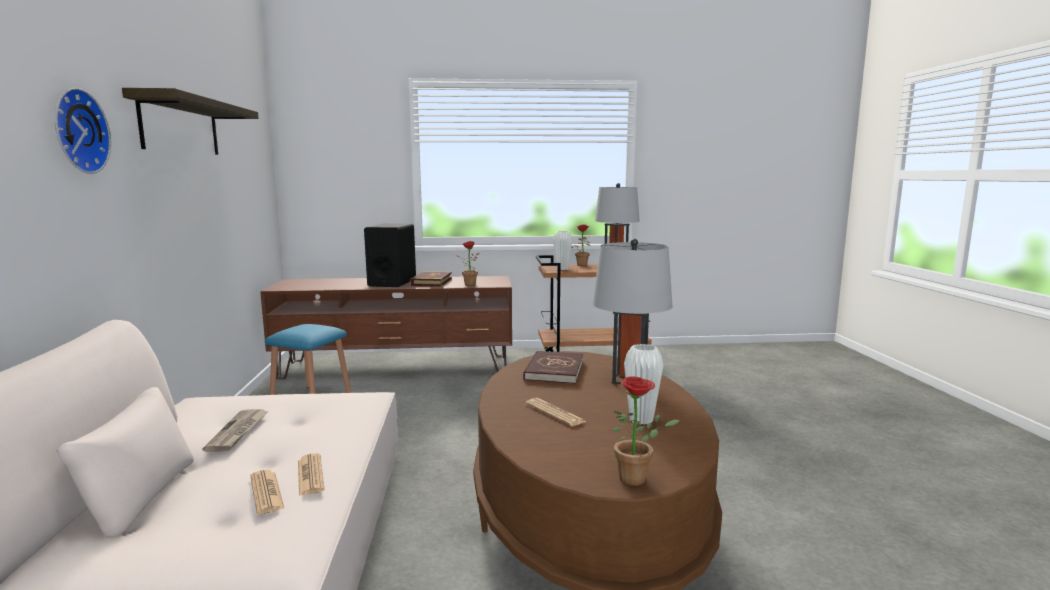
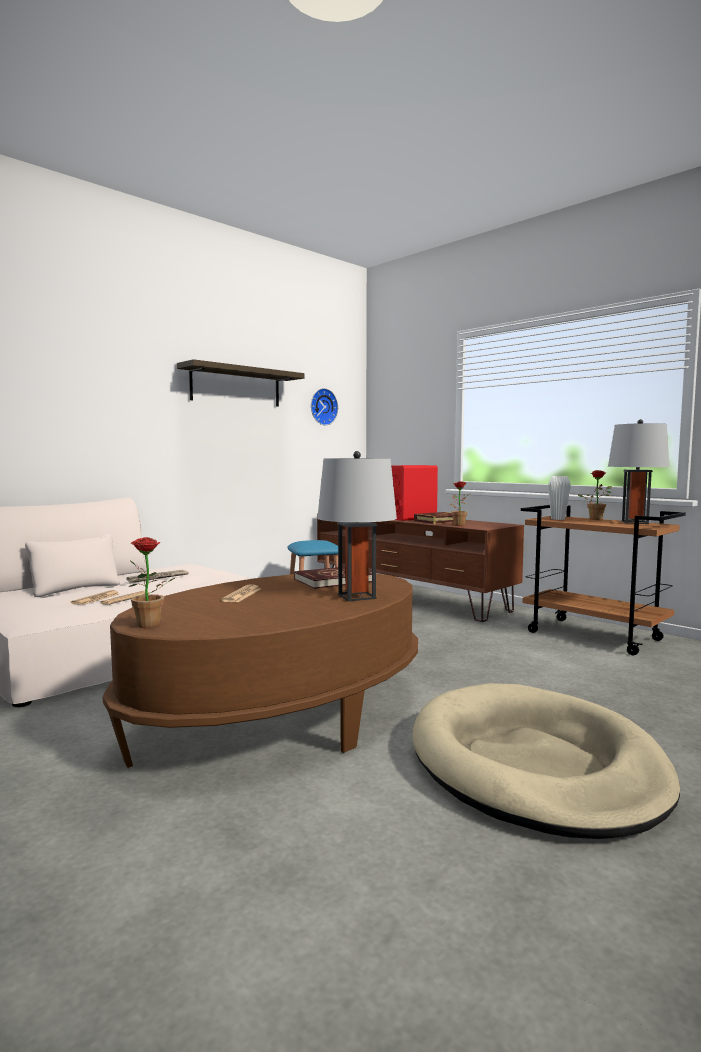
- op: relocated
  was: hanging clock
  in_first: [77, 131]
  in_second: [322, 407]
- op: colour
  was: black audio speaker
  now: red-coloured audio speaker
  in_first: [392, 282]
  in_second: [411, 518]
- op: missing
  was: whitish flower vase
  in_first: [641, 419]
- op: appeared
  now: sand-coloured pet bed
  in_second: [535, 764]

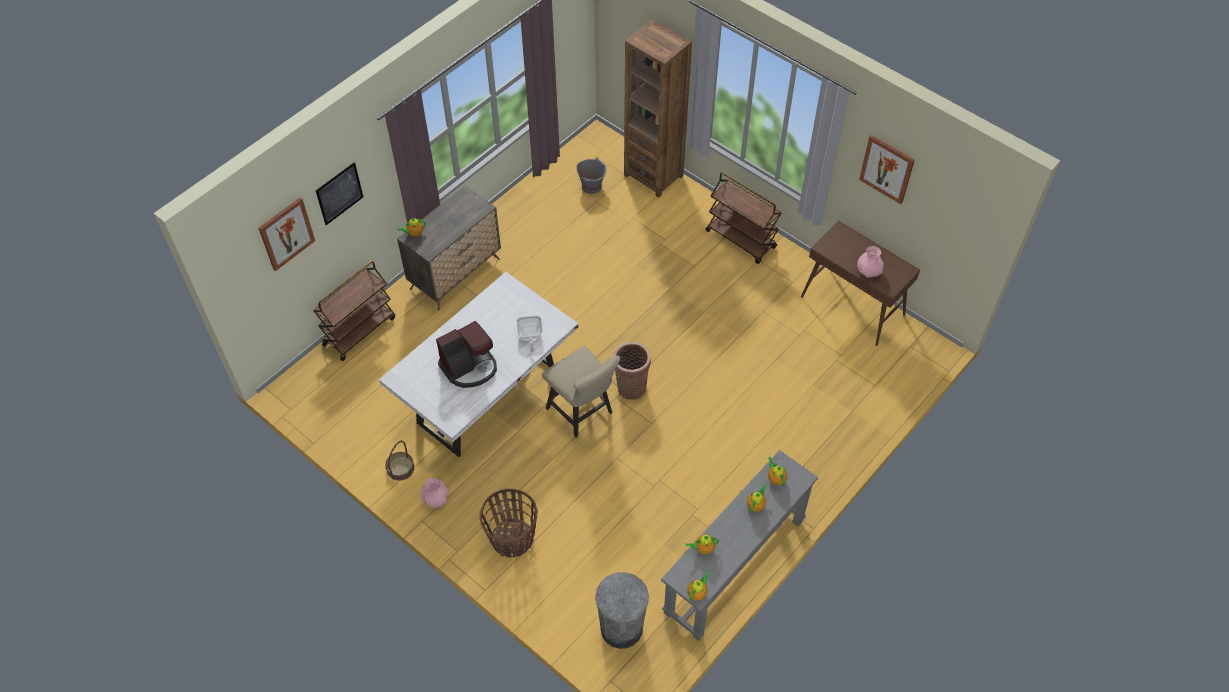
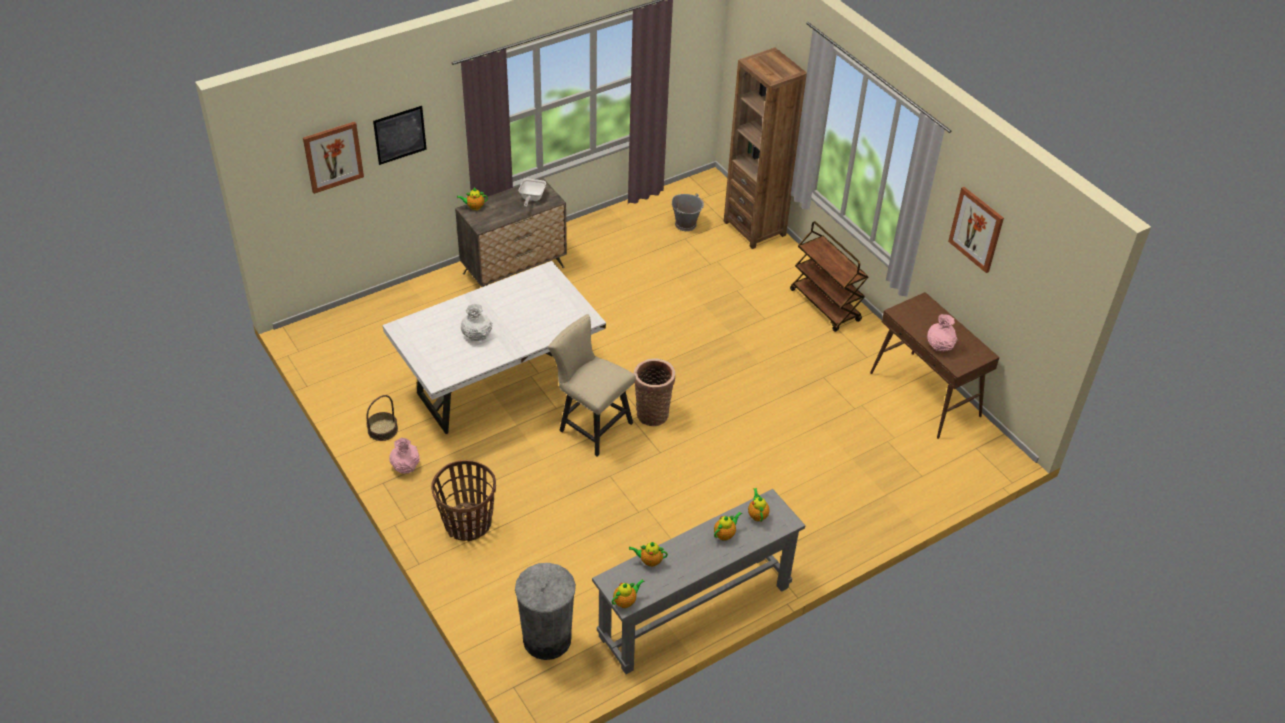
- op: missing
  was: brownish wheeled cart
  in_first: [359, 330]
- op: exchanged
  was: coffee brewer
  now: whitish flower vase
  in_first: [470, 367]
  in_second: [477, 335]
- op: relocated
  was: pan
  in_first: [530, 336]
  in_second: [531, 198]
- op: spun
  was: sand-coloured plain chair
  in_first: [583, 413]
  in_second: [591, 425]
  clockwise: 150

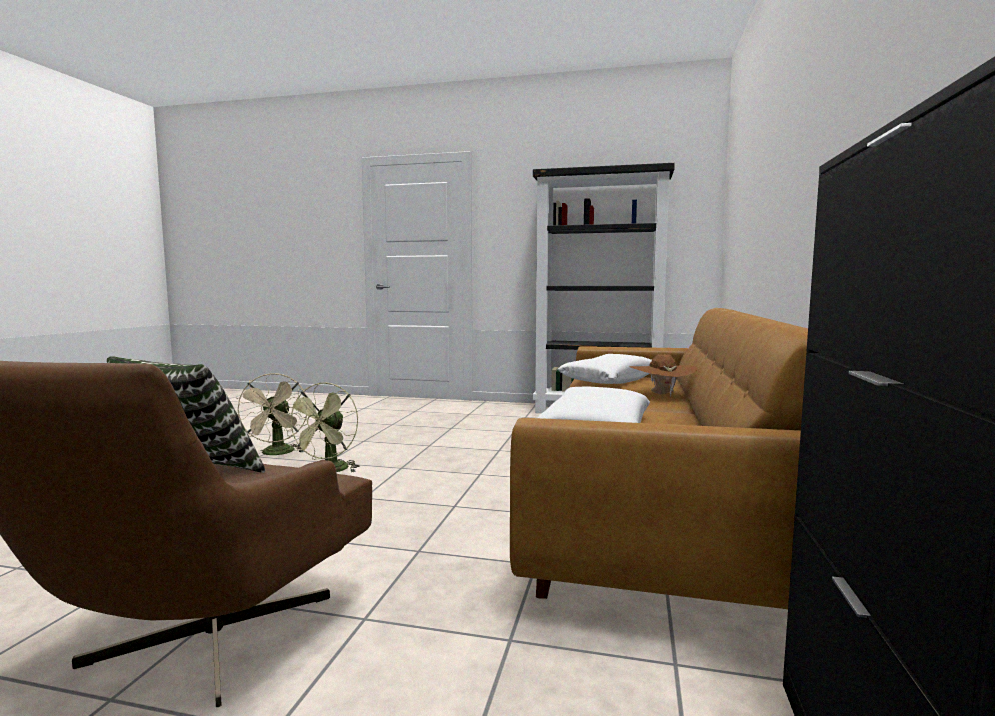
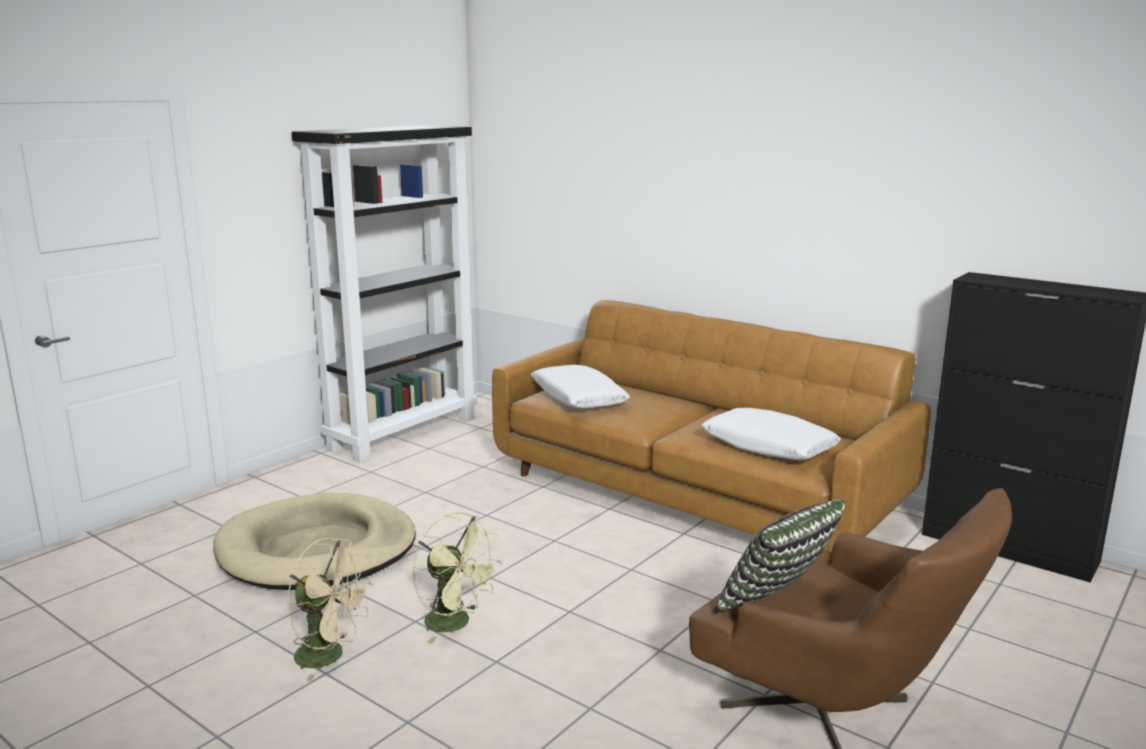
- op: missing
  was: brownish clothing hat
  in_first: [662, 394]
- op: appeared
  now: sand-coloured pet bed
  in_second: [317, 550]

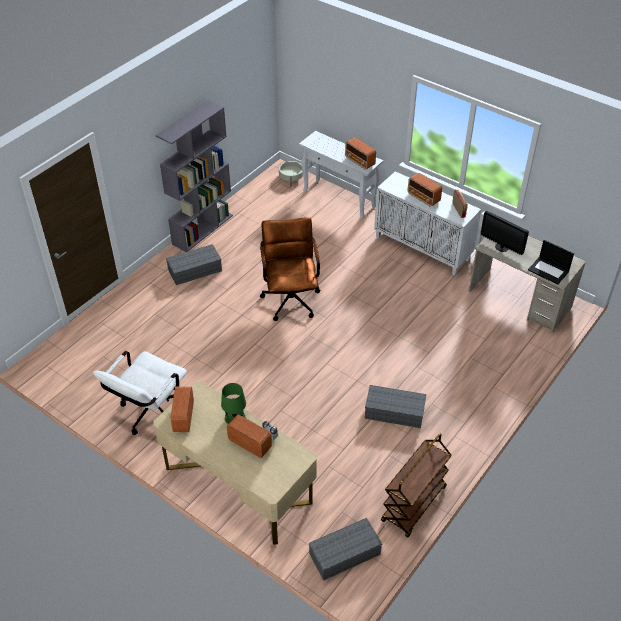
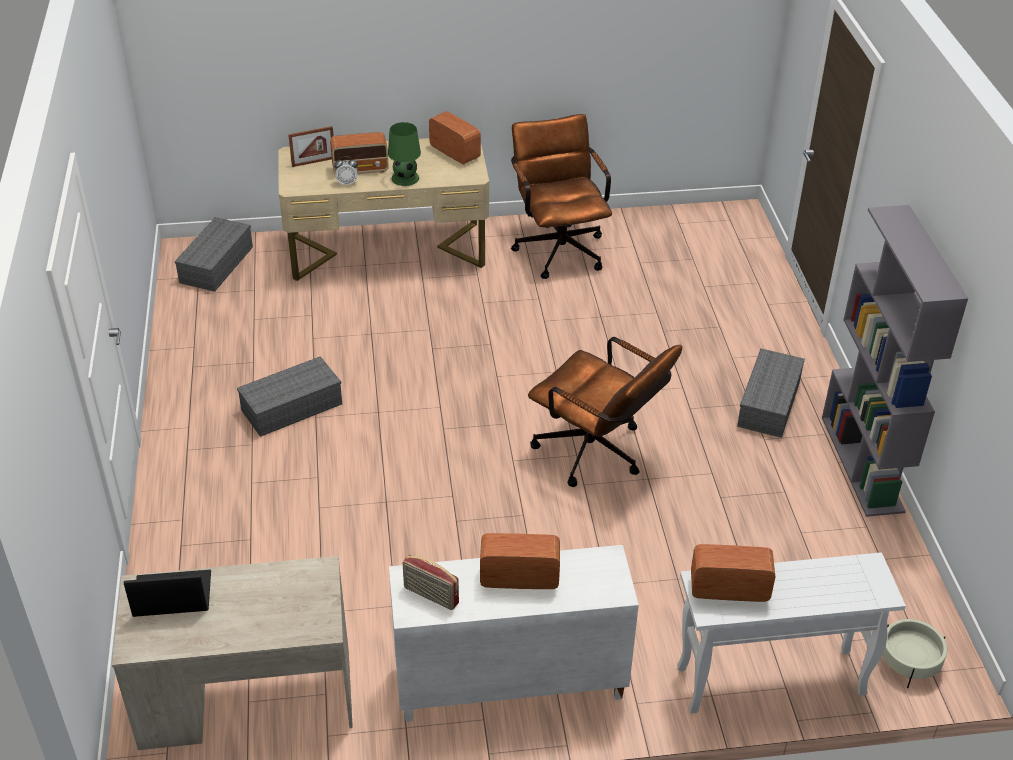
- op: colour
  was: whitish desk chair
  now: brownish desk chair
  in_first: [150, 415]
  in_second: [558, 247]
- op: missing
  was: brownish wheeled cart
  in_first: [414, 505]
- op: missing
  was: computer display
  in_first: [501, 247]
- op: appeared
  now: photo frame
  in_second: [313, 162]

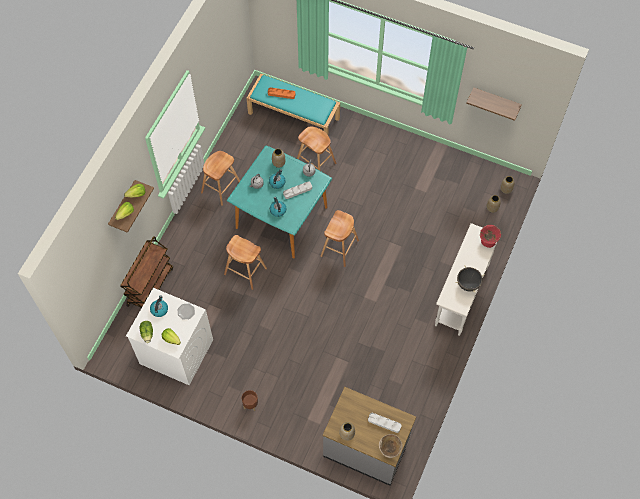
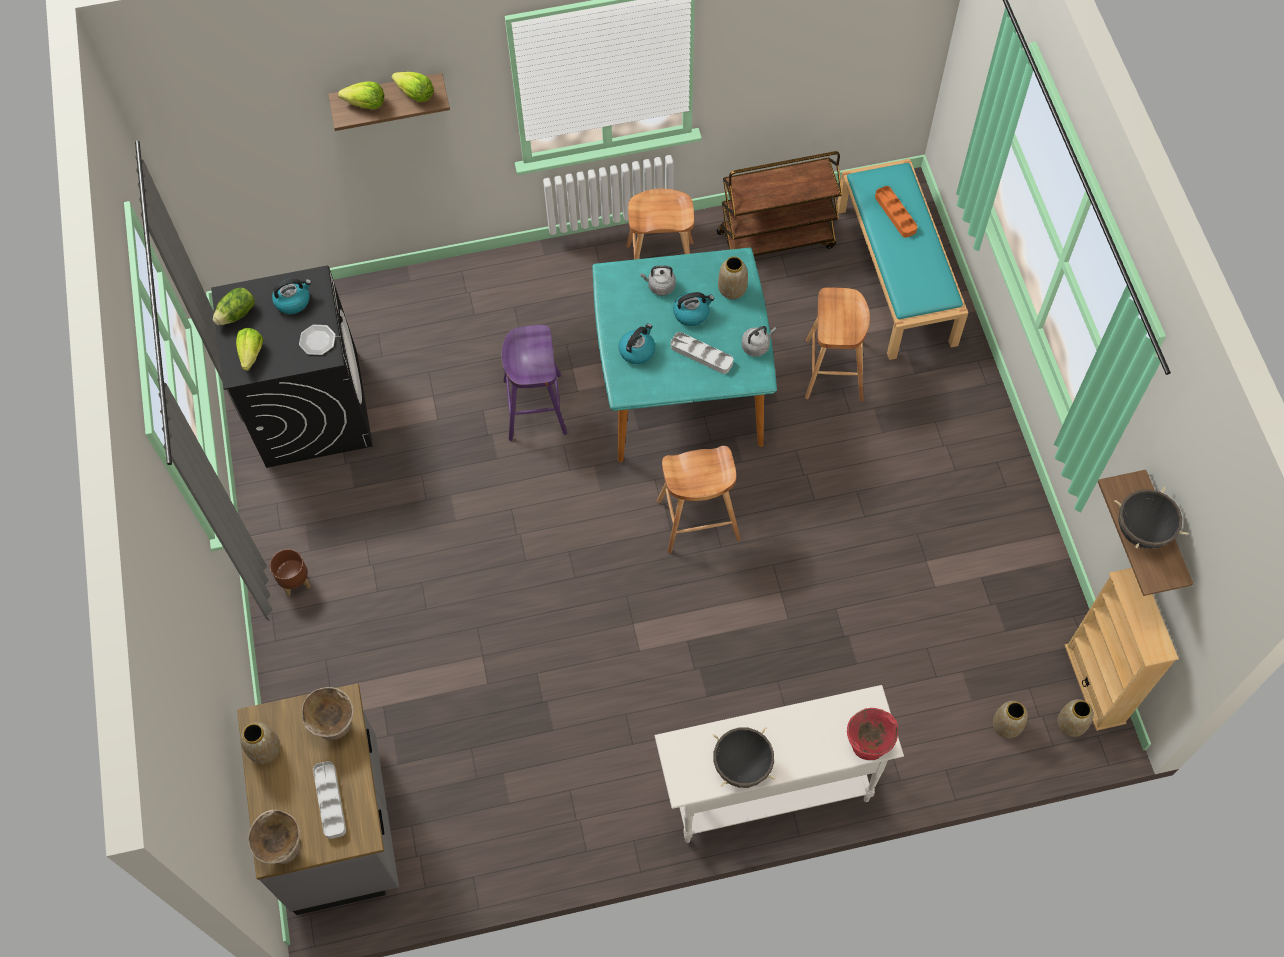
- op: relocated
  was: brownish wheeled cart
  in_first: [150, 286]
  in_second: [776, 239]
- op: colour
  was: whitish washing machine
  now: black washing machine
  in_first: [176, 351]
  in_second: [312, 408]
- op: colour
  was: brownish stool
  now: purplish stool
  in_first: [245, 271]
  in_second: [535, 407]
- op: appeared
  now: sand-coloured serving bowl
  in_second: [333, 723]
- op: appeared
  now: sand-coloured shelving unit
  in_second: [1095, 684]
- op: appeared
  now: black saucepot
  in_second: [1141, 531]

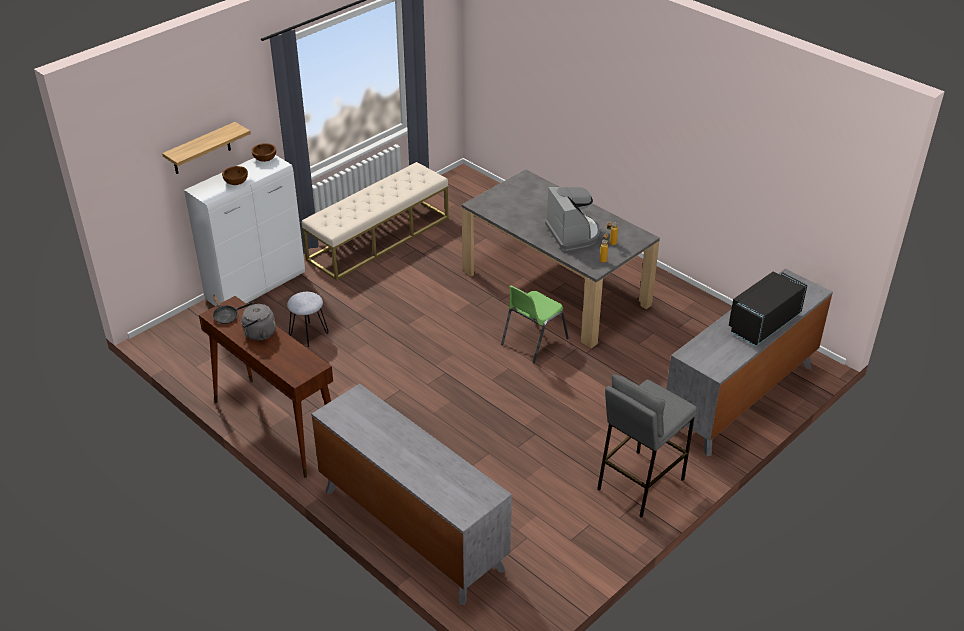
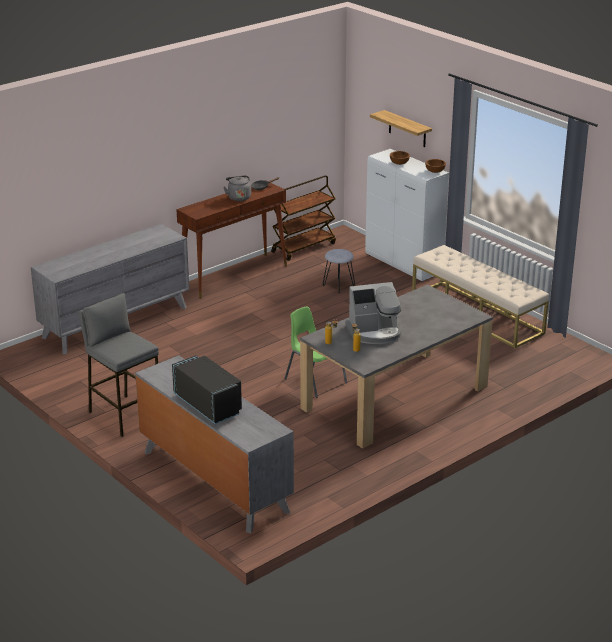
- op: appeared
  now: brownish wheeled cart
  in_second: [303, 247]

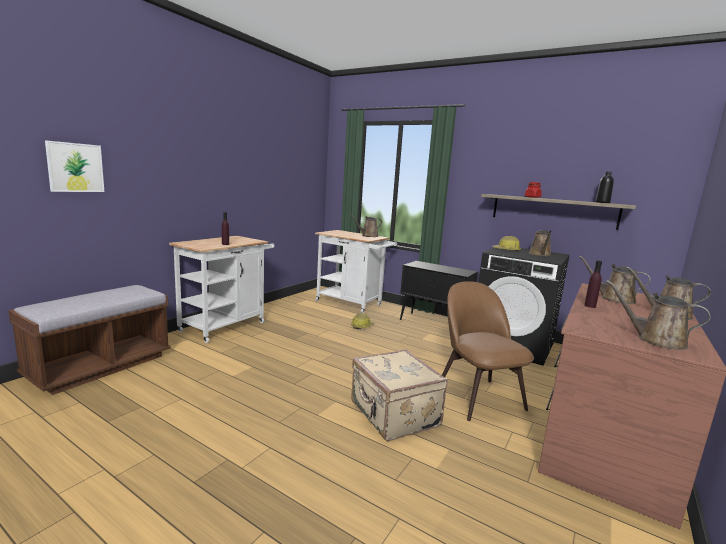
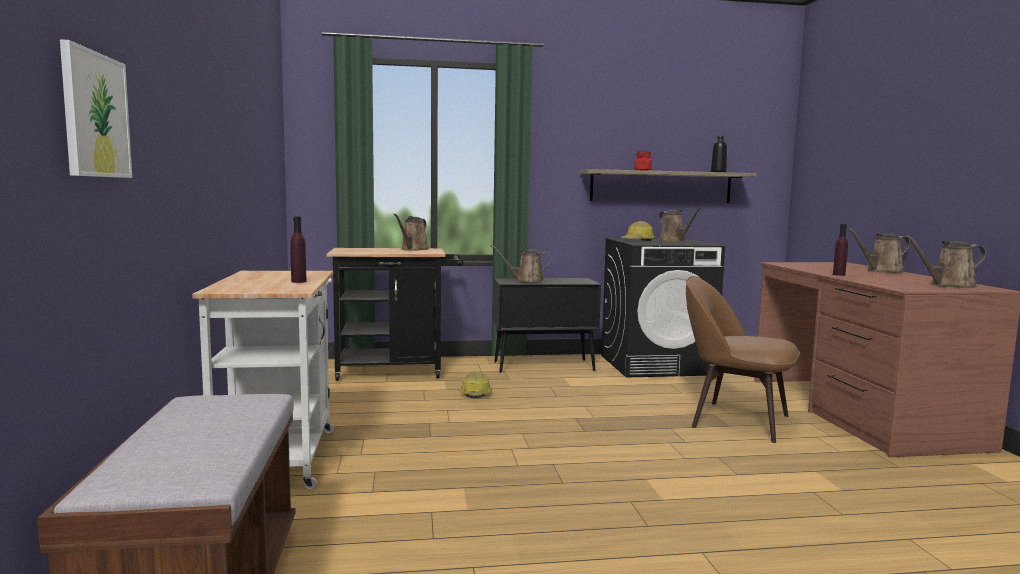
- op: colour
  was: whitish wheeled cart
  now: black wheeled cart
  in_first: [352, 303]
  in_second: [397, 371]
- op: missing
  was: sand-coloured piece of luggage
  in_first: [393, 415]
- op: relocated
  was: brownish watering pot
  in_first: [613, 299]
  in_second: [526, 281]

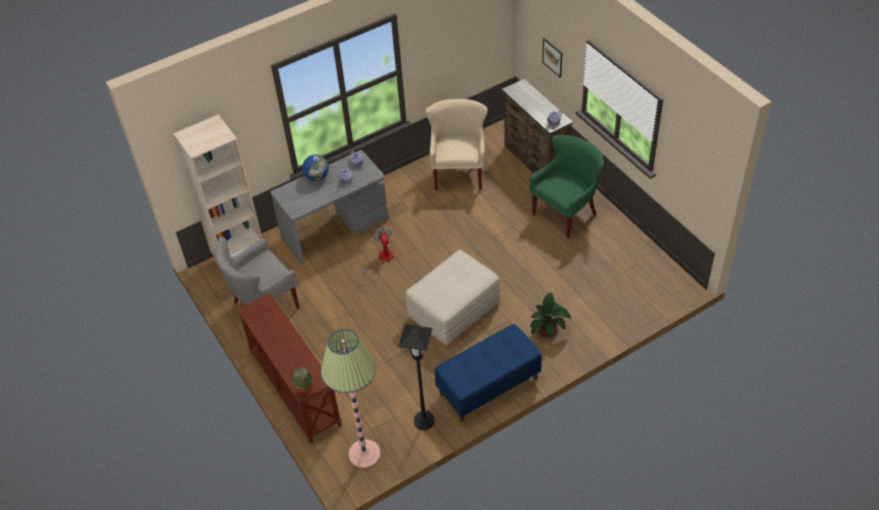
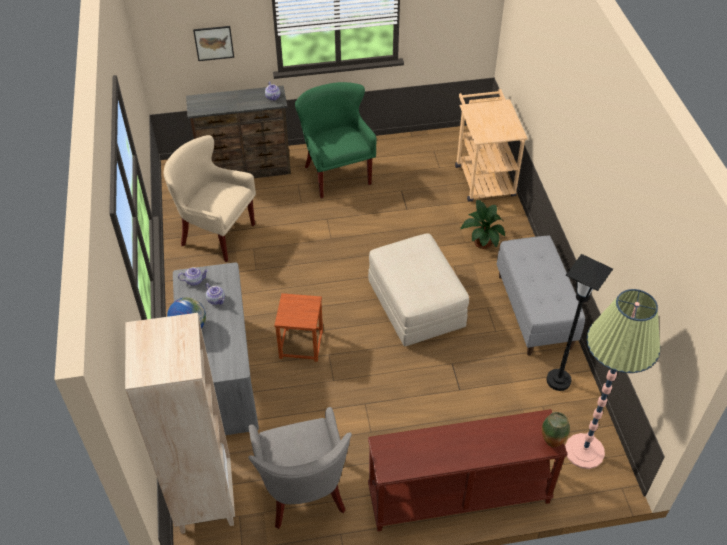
- op: exchanged
  was: cooling fan
  now: brownish stool
  in_first: [382, 259]
  in_second: [301, 344]
- op: colour
  was: blue long seat
  now: grey long seat
  in_first: [488, 387]
  in_second: [535, 311]
- op: appeared
  now: sand-coloured wheeled cart
  in_second: [483, 176]

